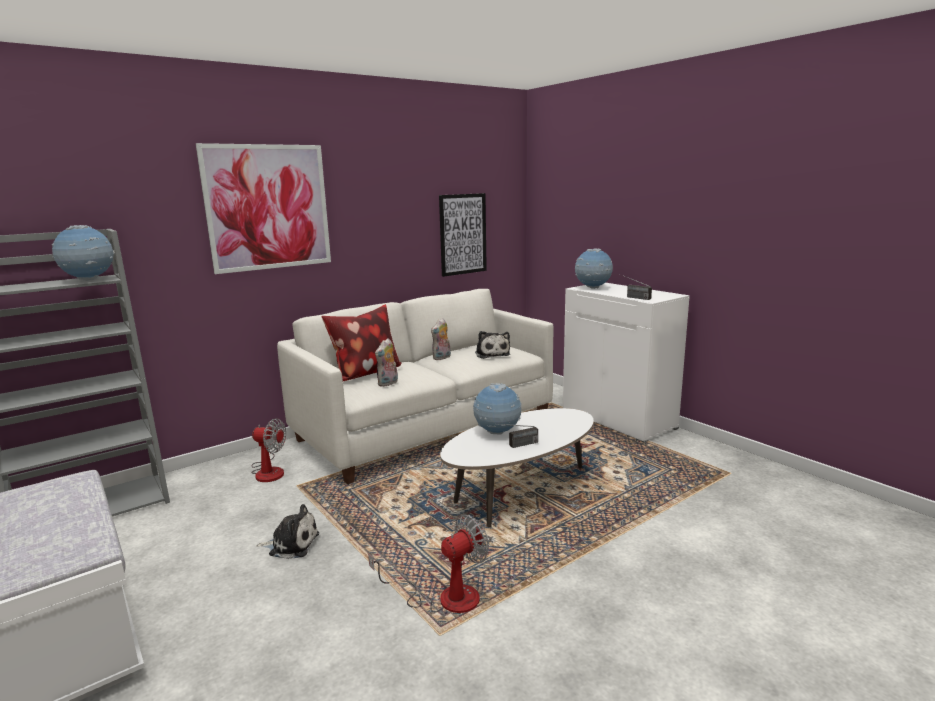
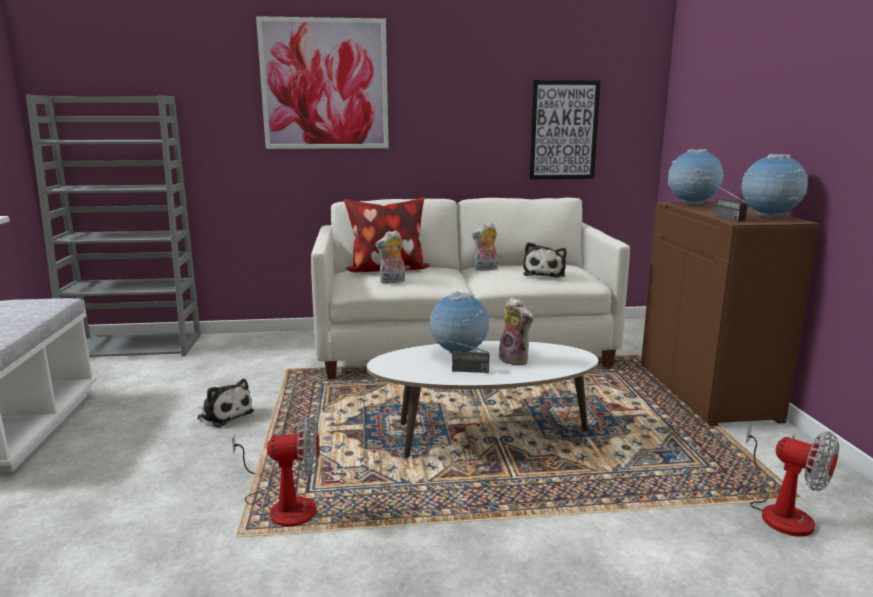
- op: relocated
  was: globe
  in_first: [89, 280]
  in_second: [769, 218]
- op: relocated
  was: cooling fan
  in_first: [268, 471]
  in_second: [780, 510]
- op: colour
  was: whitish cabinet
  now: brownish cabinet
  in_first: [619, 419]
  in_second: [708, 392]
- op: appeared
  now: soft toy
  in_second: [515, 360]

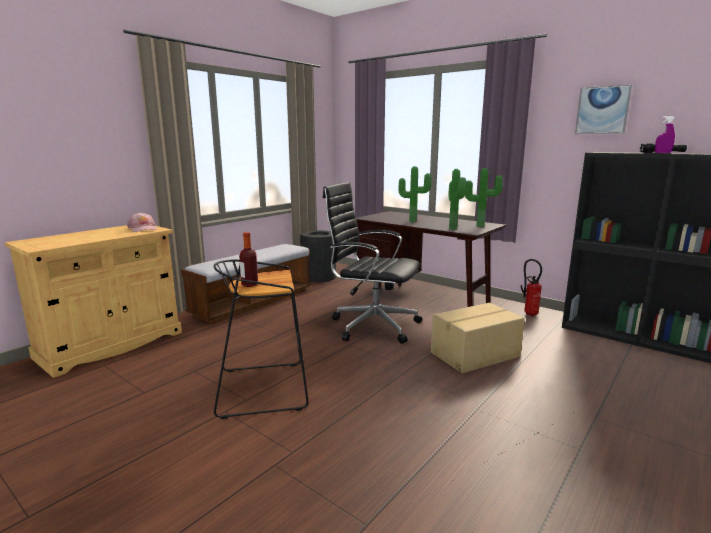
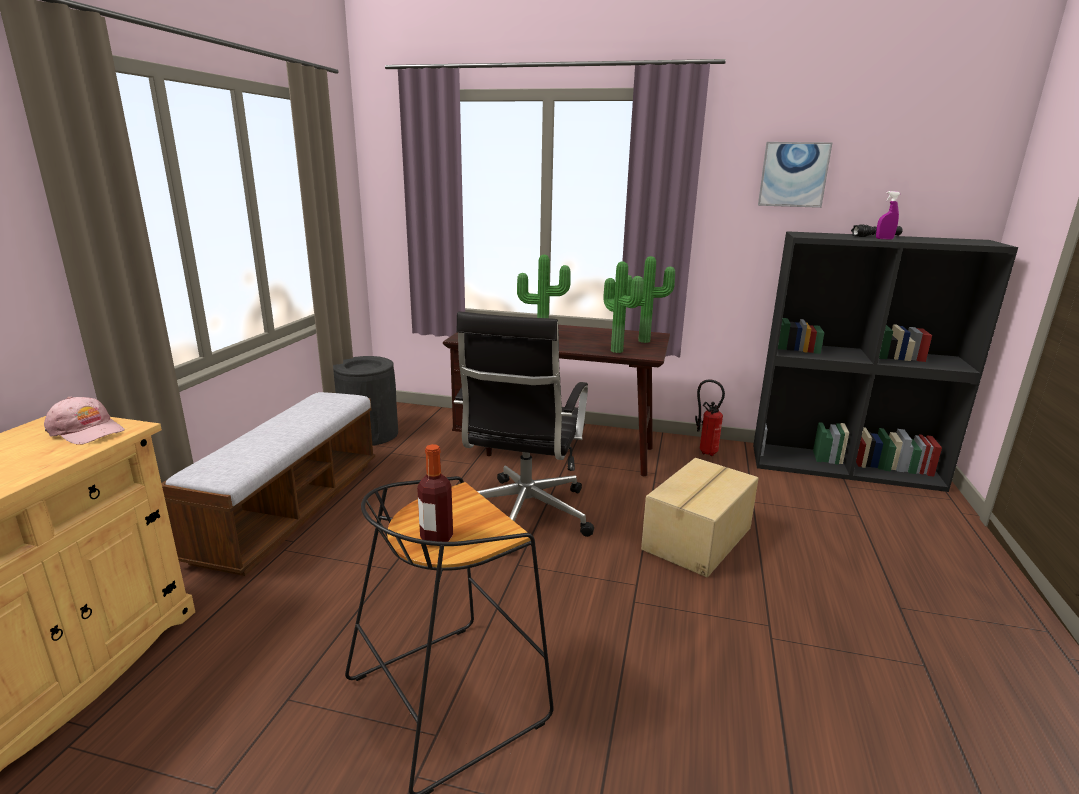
- op: spun
  was: black desk chair
  in_first: [372, 325]
  in_second: [523, 516]
  clockwise: -75

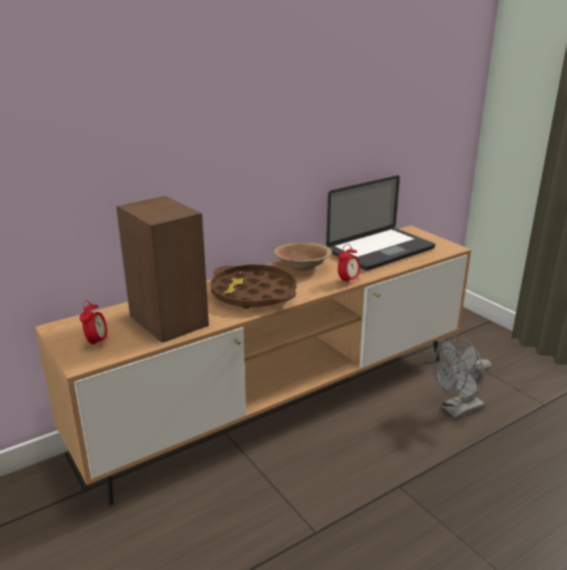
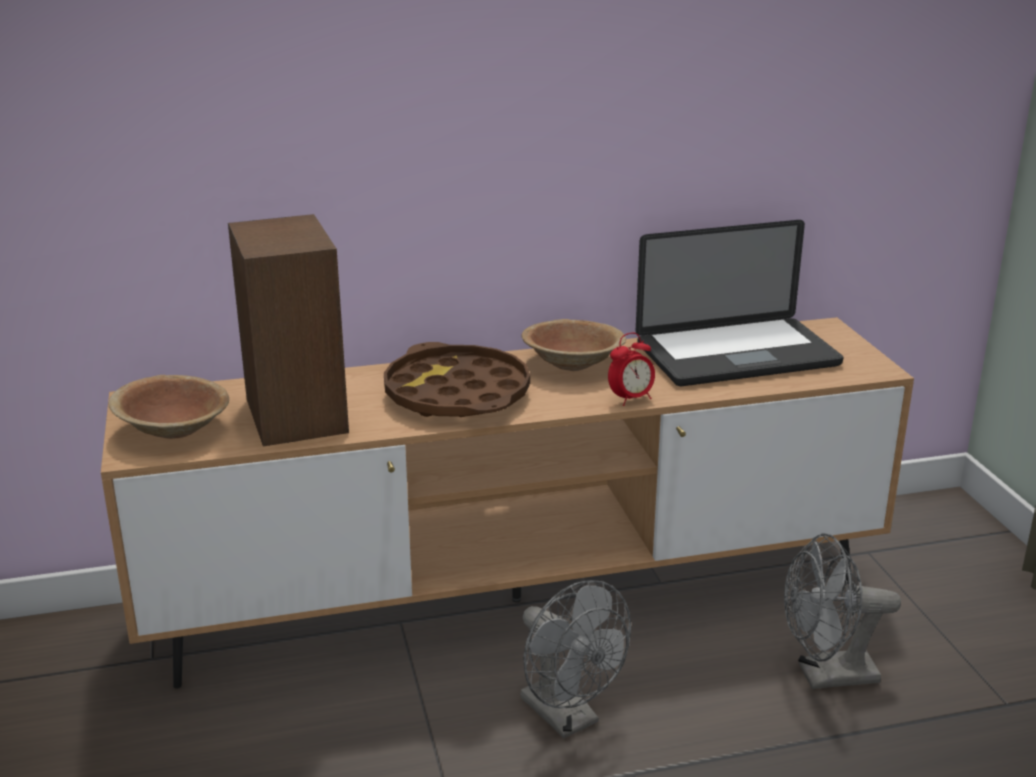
- op: exchanged
  was: table clock
  now: brownish serving bowl
  in_first: [97, 343]
  in_second: [173, 429]
- op: appeared
  now: grey cooling fan
  in_second: [568, 718]

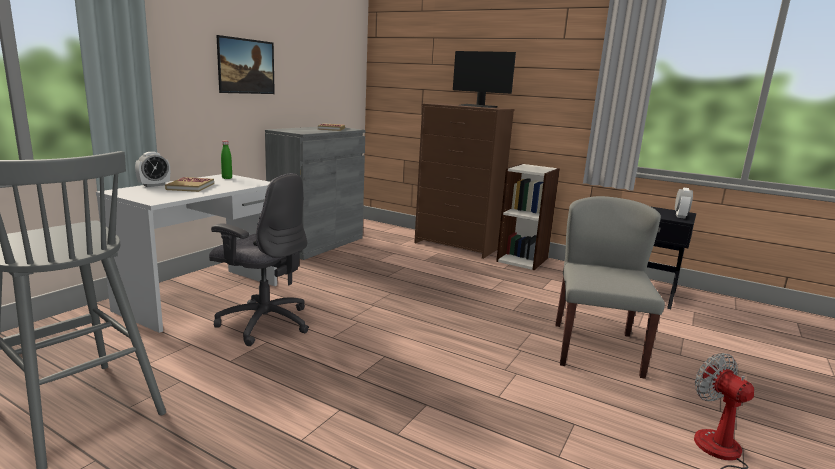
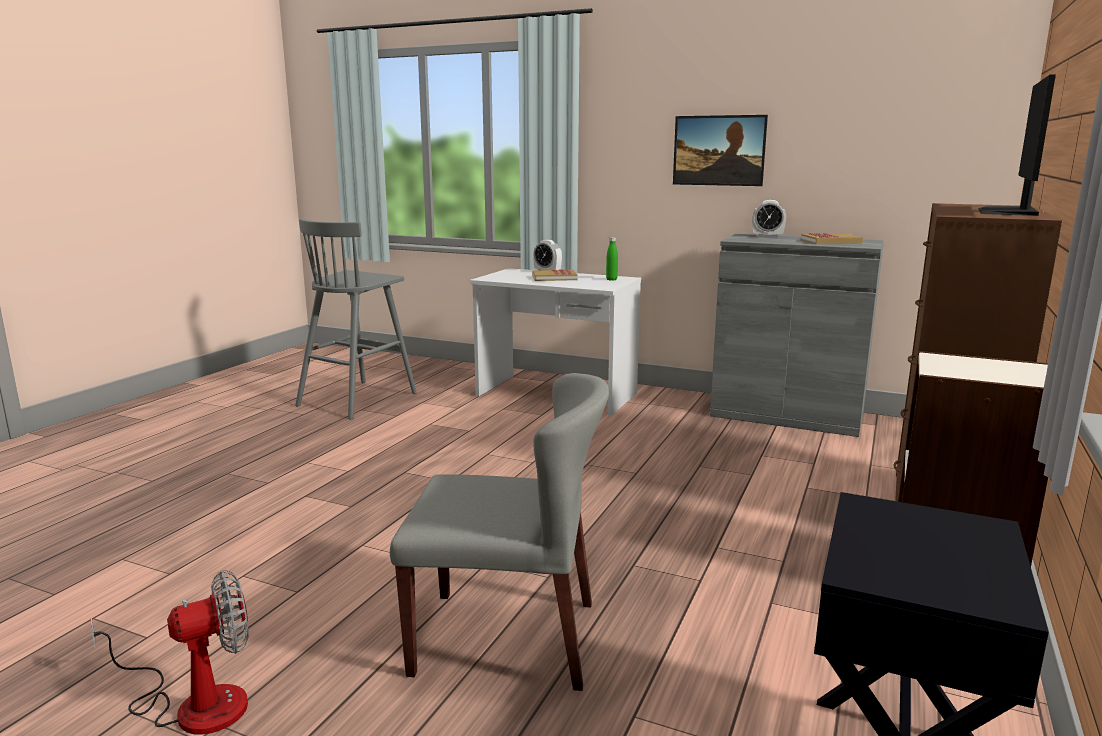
- op: missing
  was: grey desk chair
  in_first: [264, 323]
- op: relocated
  was: table clock
  in_first: [680, 216]
  in_second: [767, 236]

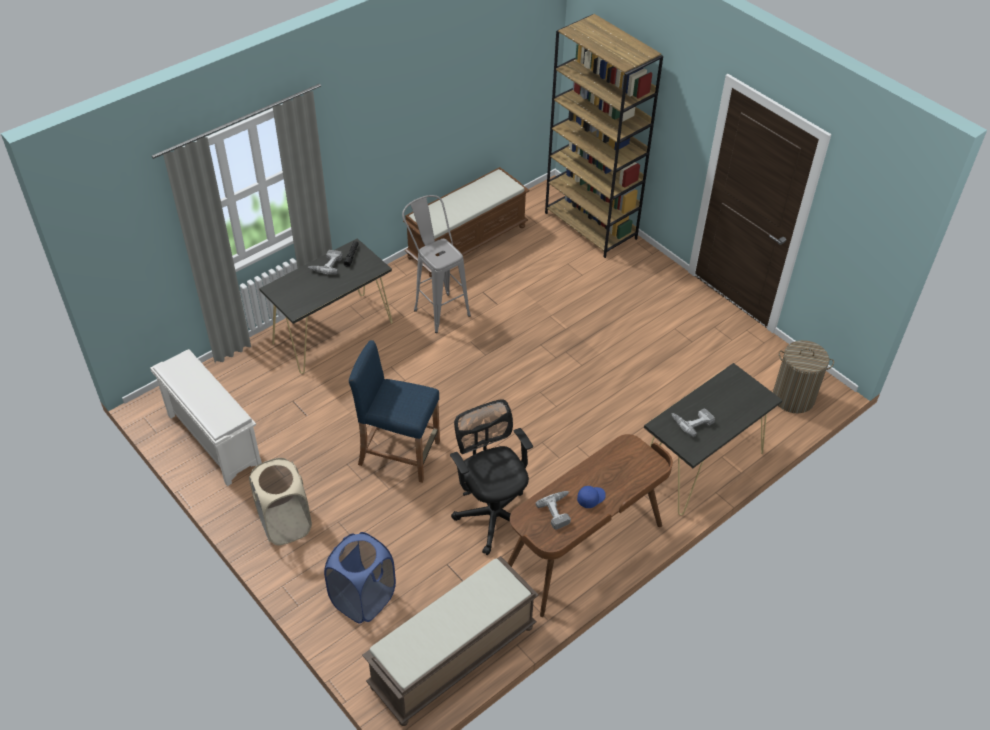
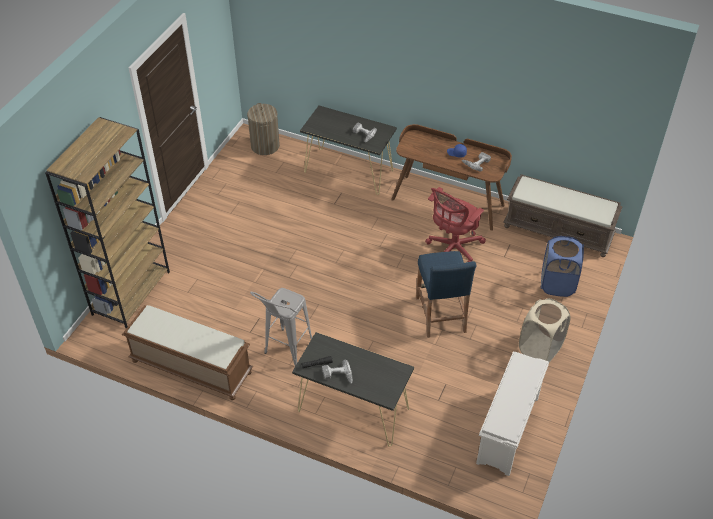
- op: colour
  was: black desk chair
  now: red-coloured desk chair
  in_first: [492, 513]
  in_second: [452, 250]

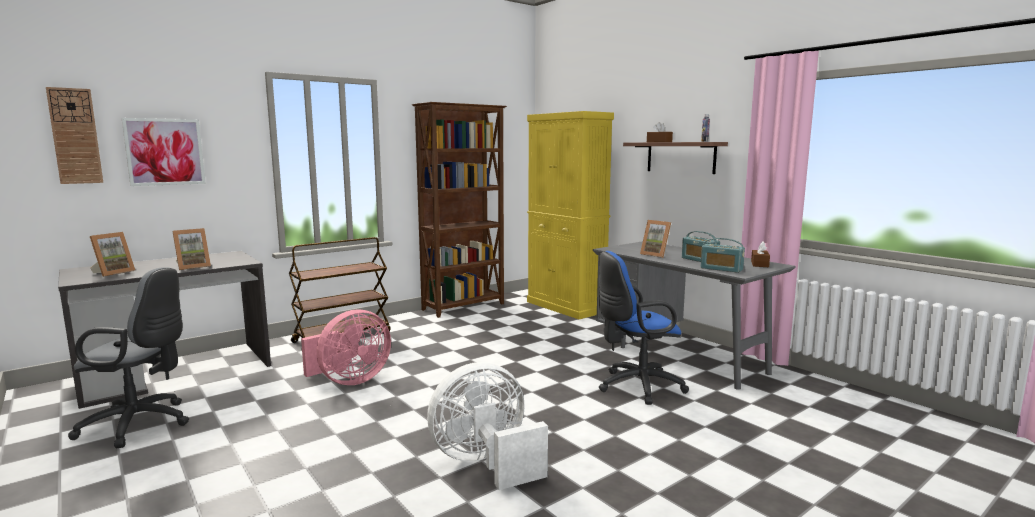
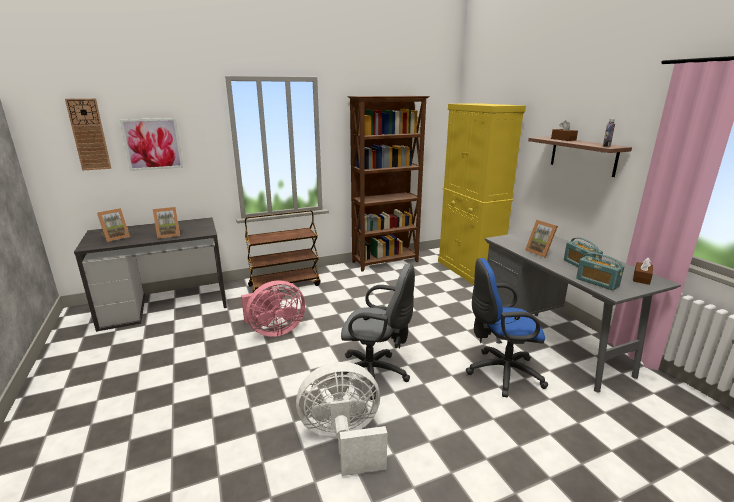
- op: relocated
  was: grey desk chair
  in_first: [141, 424]
  in_second: [374, 375]

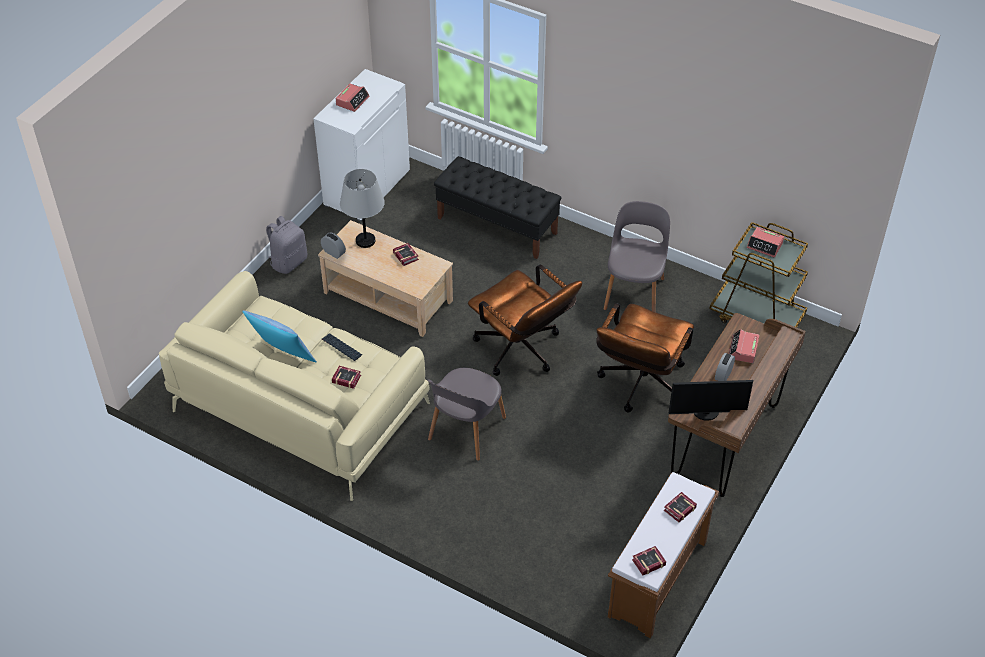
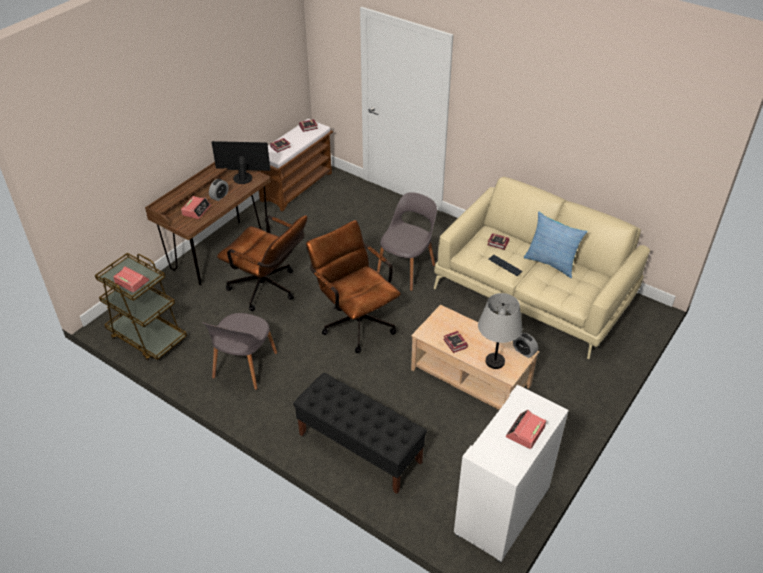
- op: missing
  was: grey rucksack
  in_first: [288, 262]
- op: spun
  was: brownish desk chair
  in_first: [639, 386]
  in_second: [268, 290]
  clockwise: 90

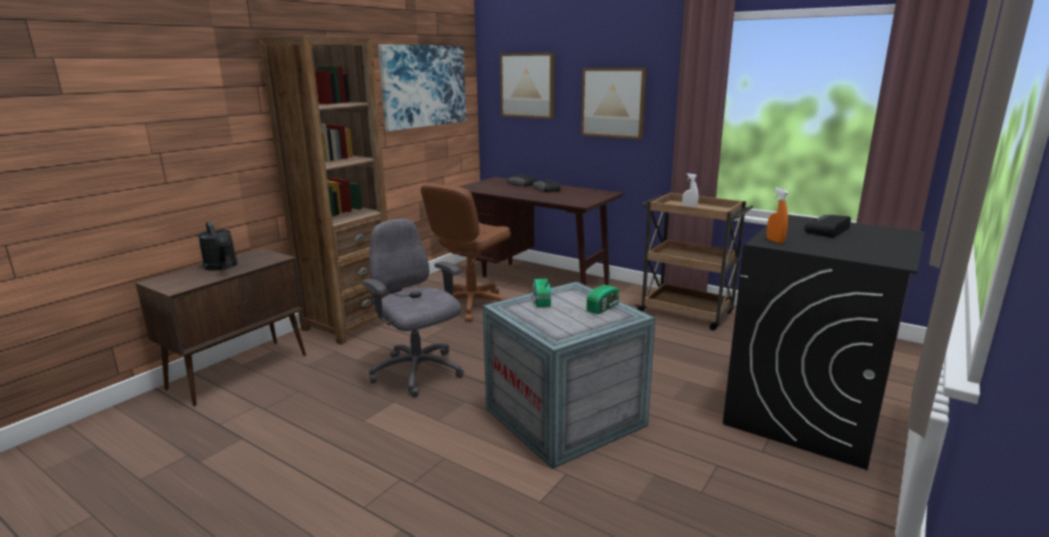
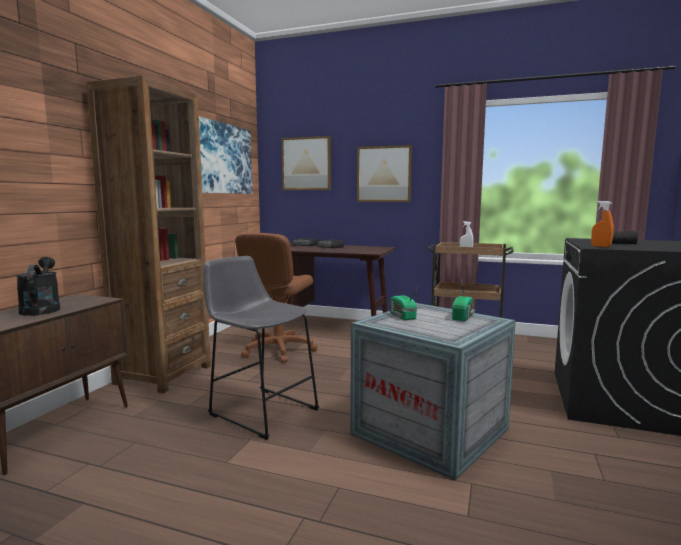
- op: spun
  was: black watering pot
  in_first: [222, 267]
  in_second: [41, 309]
  clockwise: -150
- op: exchanged
  was: grey desk chair
  now: grey stool
  in_first: [418, 373]
  in_second: [260, 410]

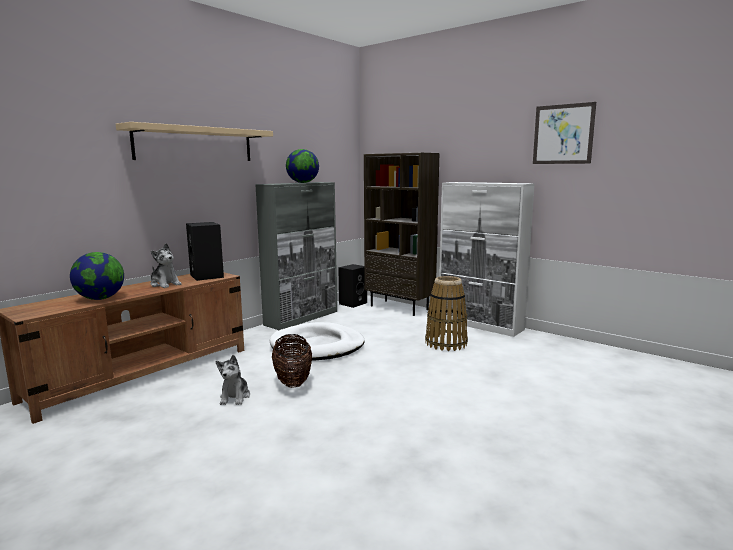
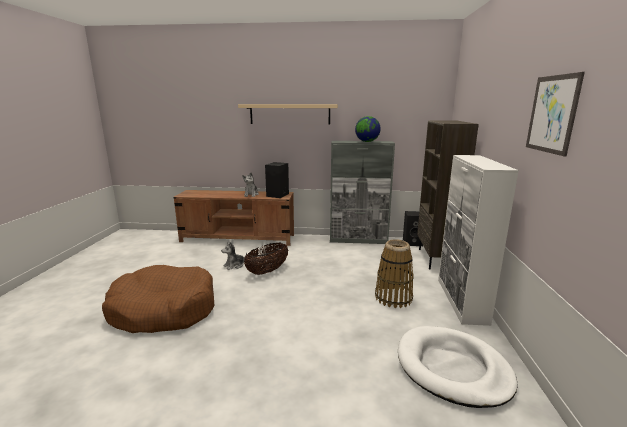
- op: missing
  was: globe
  in_first: [100, 299]
- op: relocated
  was: whitish pet bed
  in_first: [317, 346]
  in_second: [452, 368]
- op: appeared
  now: brownish pet bed
  in_second: [164, 310]

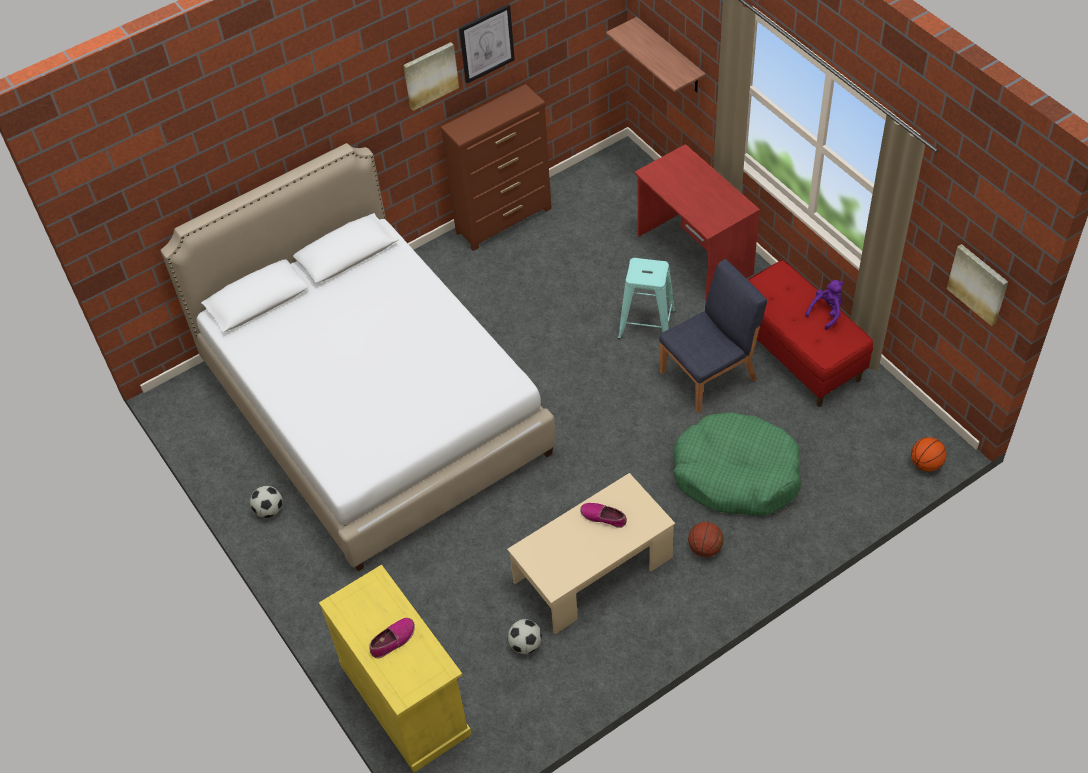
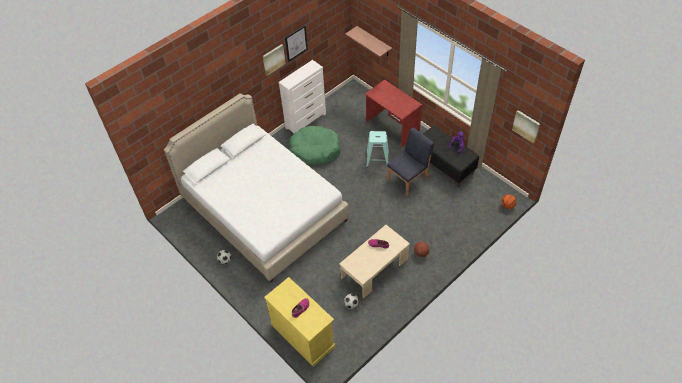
- op: colour
  was: brownish dresser
  now: whitish dresser
  in_first: [504, 220]
  in_second: [306, 121]
- op: relocated
  was: green pet bed
  in_first: [736, 474]
  in_second: [315, 150]
- op: colour
  was: red-coloured long seat
  now: black long seat
  in_first: [798, 353]
  in_second: [445, 165]

